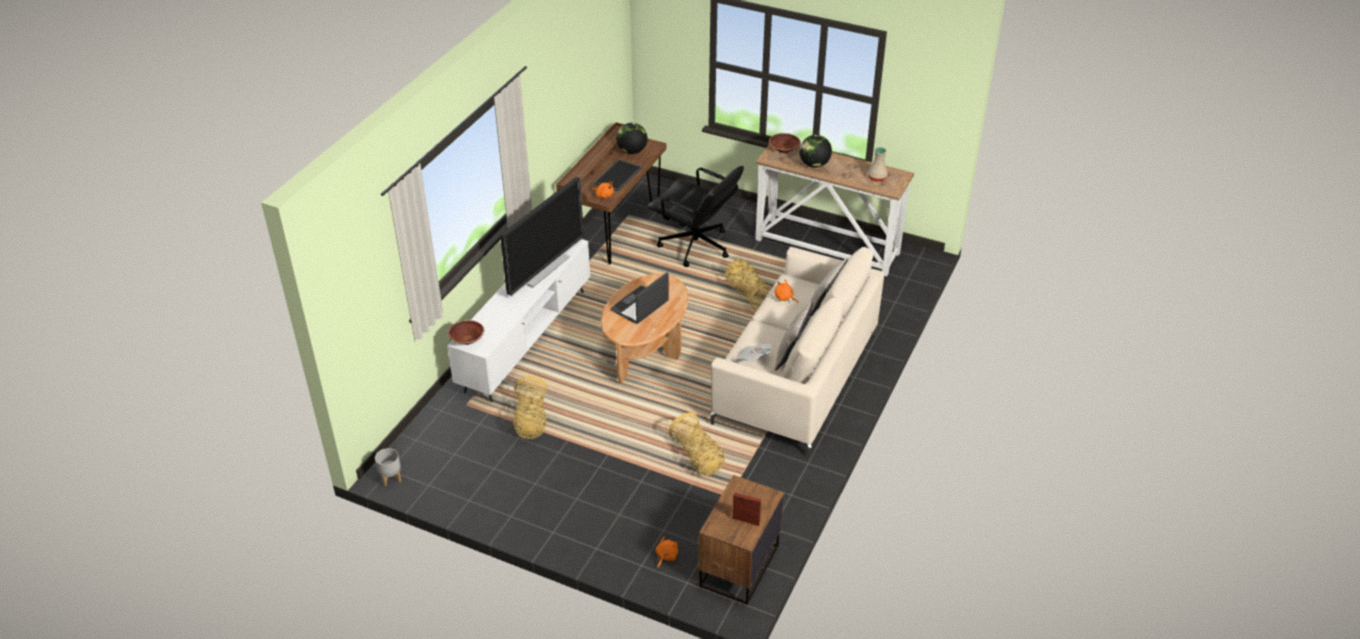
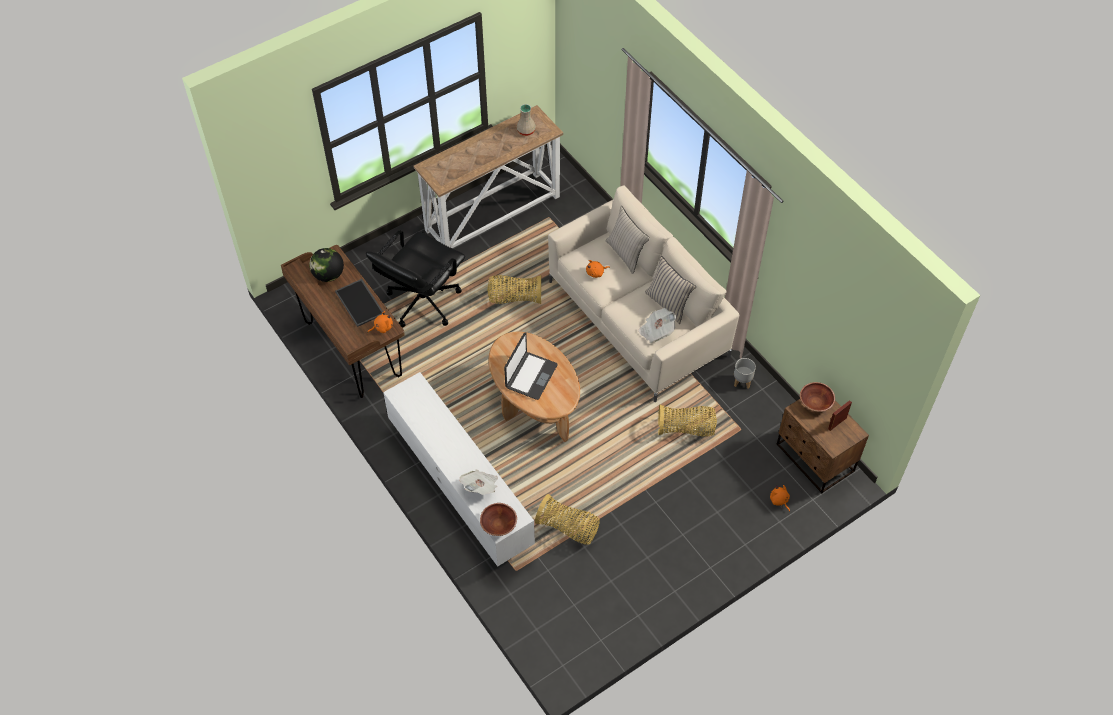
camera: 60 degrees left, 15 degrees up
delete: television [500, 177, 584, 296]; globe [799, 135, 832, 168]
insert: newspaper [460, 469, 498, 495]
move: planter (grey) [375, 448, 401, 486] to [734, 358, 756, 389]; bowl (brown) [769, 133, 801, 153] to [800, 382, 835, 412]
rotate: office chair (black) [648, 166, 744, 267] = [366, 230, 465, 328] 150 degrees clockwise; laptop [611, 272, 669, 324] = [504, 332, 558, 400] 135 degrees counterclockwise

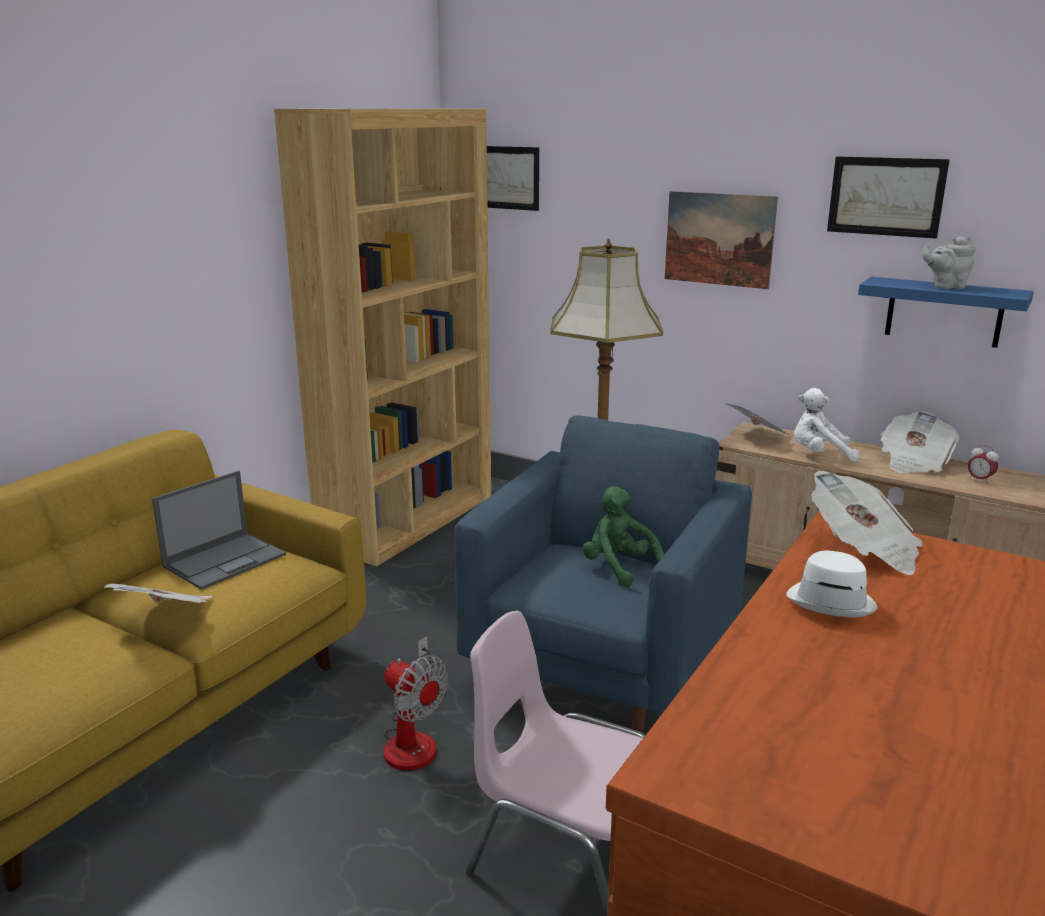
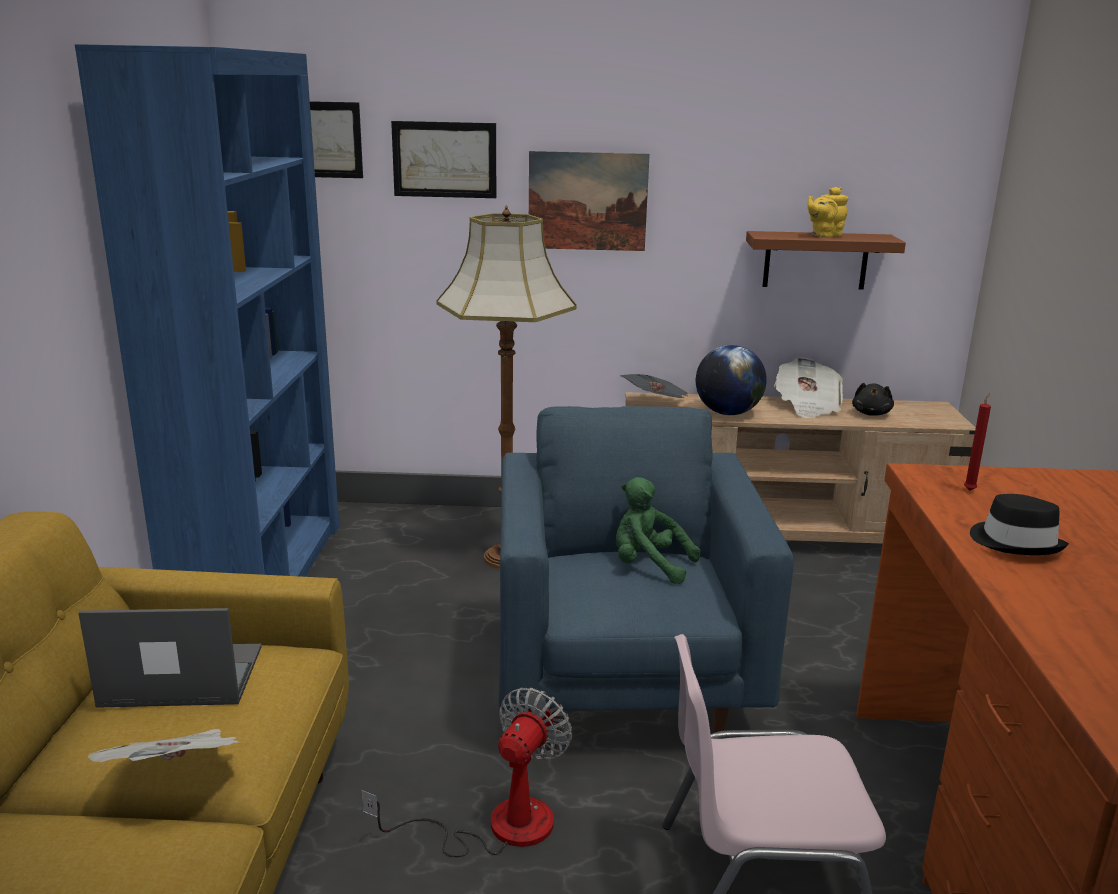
camera: 30 degrees left, 0 degrees up
move: picture [827, 156, 950, 239] to [391, 121, 496, 198]
replace: plush toy (white) [794, 388, 859, 462] to globe [696, 345, 767, 415]; alarm clock [968, 445, 999, 484] to plush toy (black) [852, 383, 894, 416]; newspaper [811, 471, 923, 575] to candle (red) [964, 393, 991, 491]
recolor: bookcase (brown) [274, 109, 491, 566] to bookcase (blue) [75, 44, 339, 577]; shelf (blue) [858, 277, 1034, 348] to shelf (brown) [746, 231, 906, 290]; teapot (grey) [922, 236, 976, 289] to teapot (yellow) [808, 187, 848, 238]; hat (white) [786, 551, 877, 617] to hat (black) [970, 494, 1069, 555]
rotate: laptop [152, 470, 286, 590] = [78, 608, 262, 708] 105 degrees counterclockwise; fan [383, 637, 448, 771] = [362, 688, 572, 857] 75 degrees counterclockwise

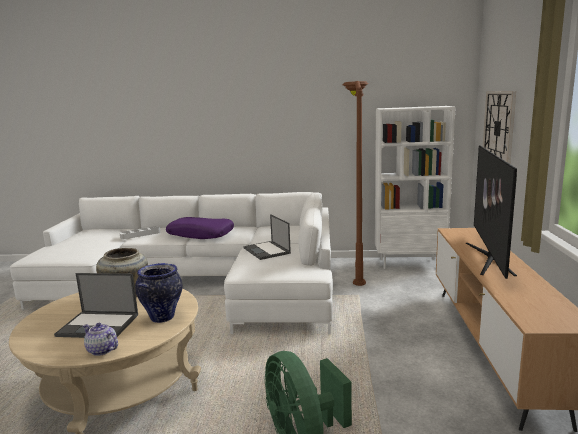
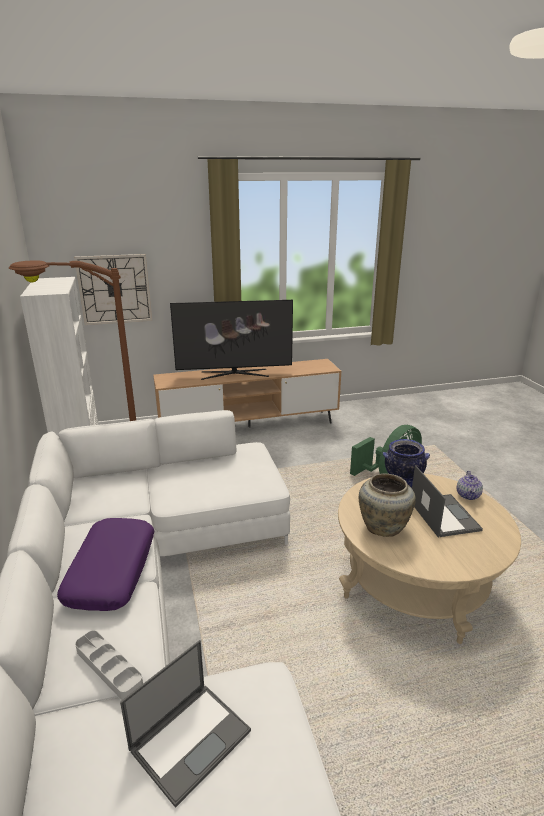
camera: 110 degrees left, 10 degrees up
move: laptop [243, 214, 291, 260] to [120, 640, 251, 808]

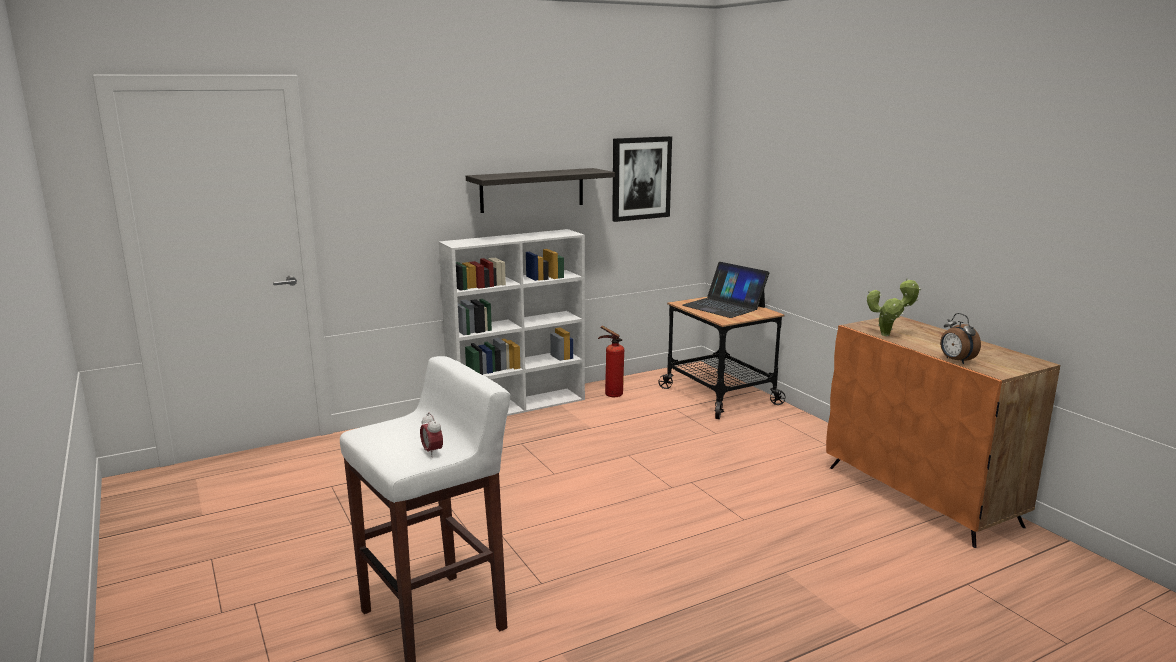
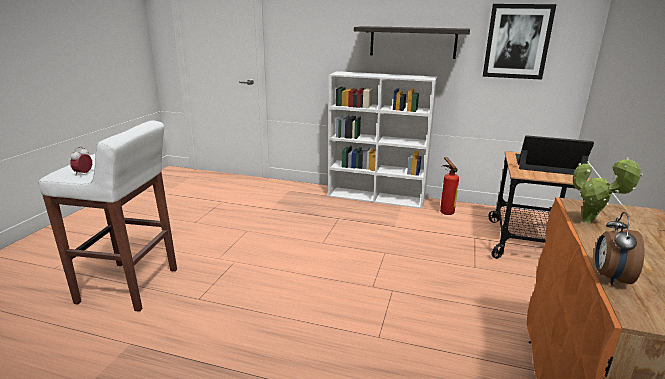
camera: 45 degrees right, 5 degrees up
rotate: laptop [682, 262, 769, 318] = [515, 135, 594, 175] 105 degrees clockwise

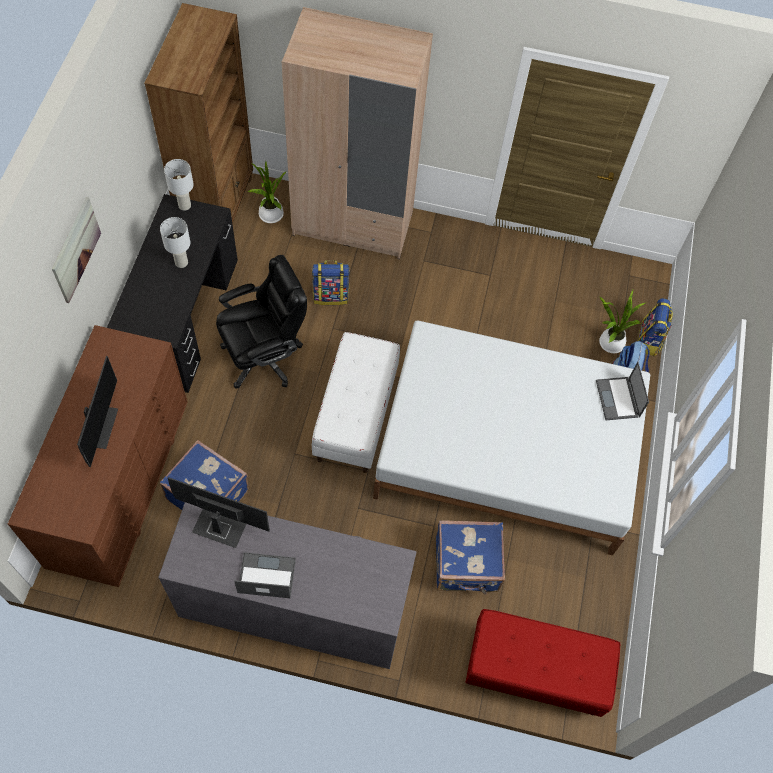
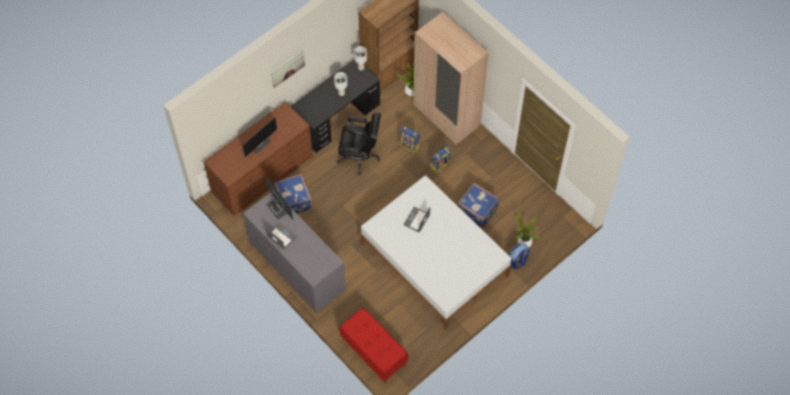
camera: 40 degrees right, 0 degrees up
delete: bench (white) [312, 332, 400, 473]
move: laptop [596, 362, 649, 421] to [403, 207, 430, 232]; backpack [637, 298, 673, 356] to [430, 145, 451, 174]; suitcase (blue) [436, 520, 505, 595] to [457, 183, 499, 228]

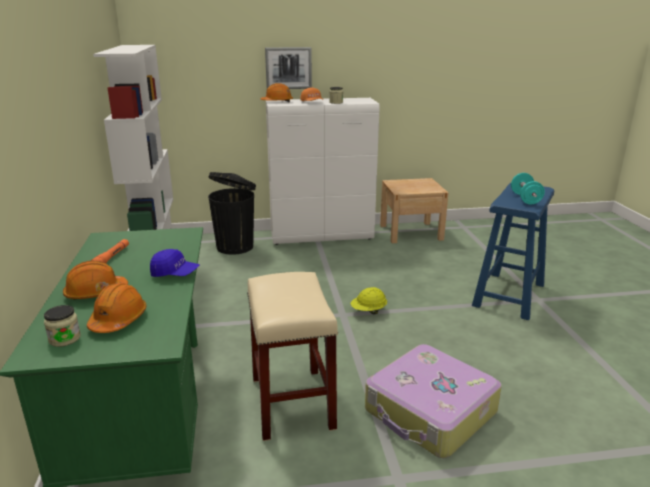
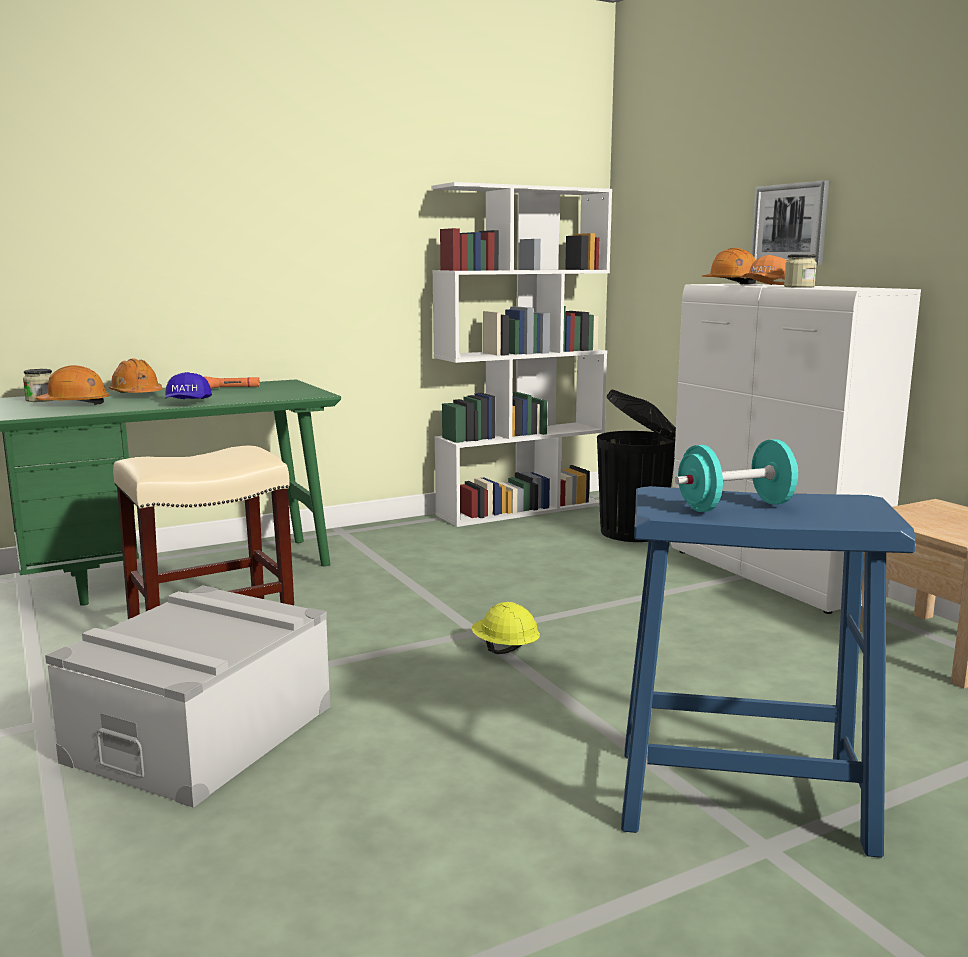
camera: 70 degrees right, 10 degrees down
replace: suitcase [365, 344, 502, 458] to storage box (grey) [45, 585, 330, 808]

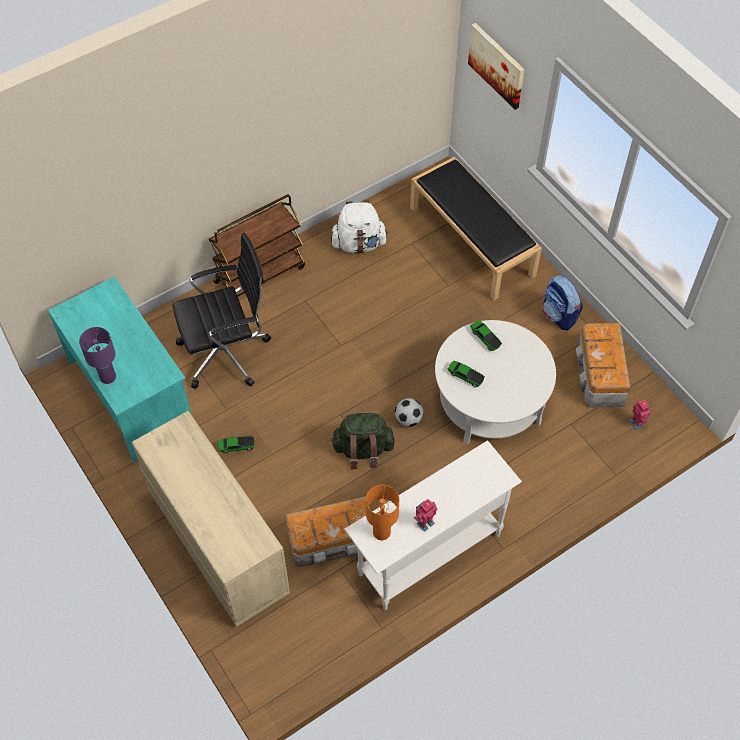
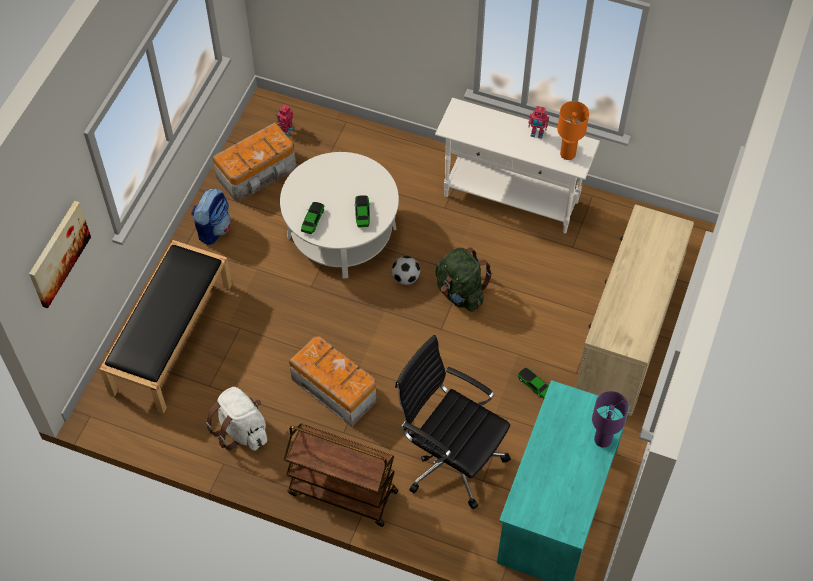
camera: 125 degrees left, 0 degrees up
move: storage box [285, 496, 370, 567] to [289, 336, 376, 427]

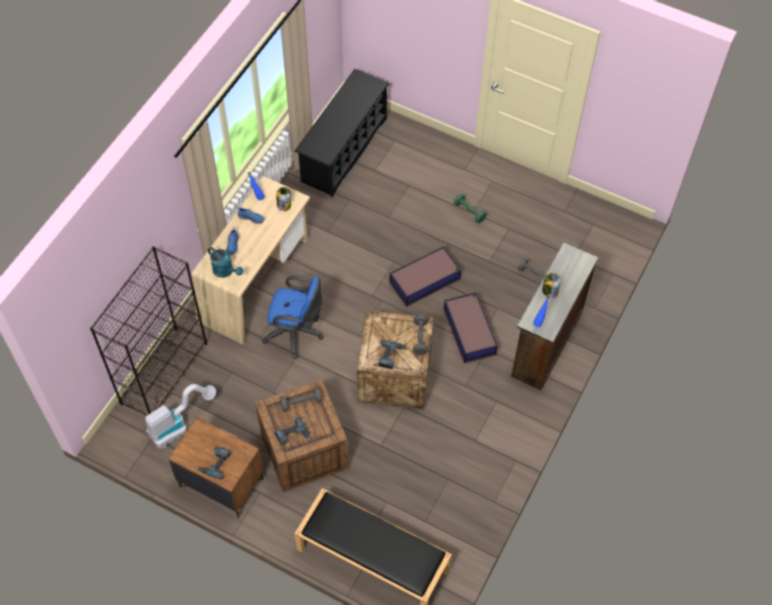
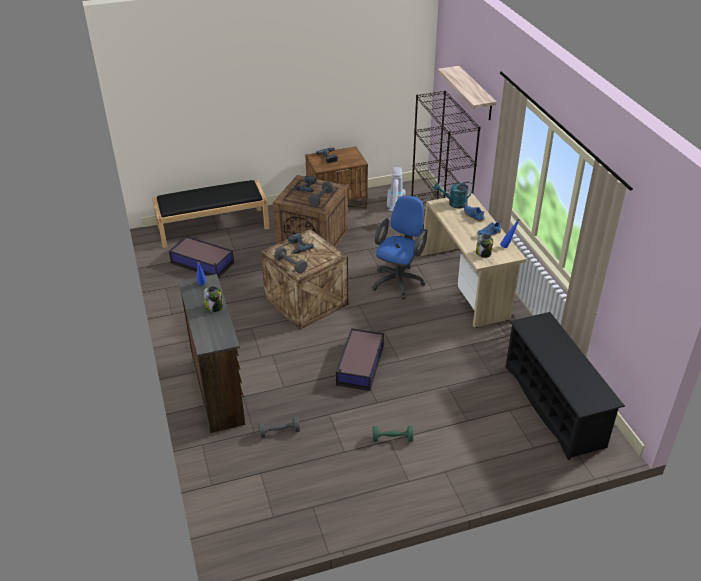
camera: 135 degrees right, 20 degrees down
insert: shelf [437, 66, 497, 120]
move: storage box [444, 292, 498, 363] to [169, 236, 234, 278]
rotate: office chair (blue) [262, 275, 324, 358] = [372, 196, 427, 299] 150 degrees clockwise

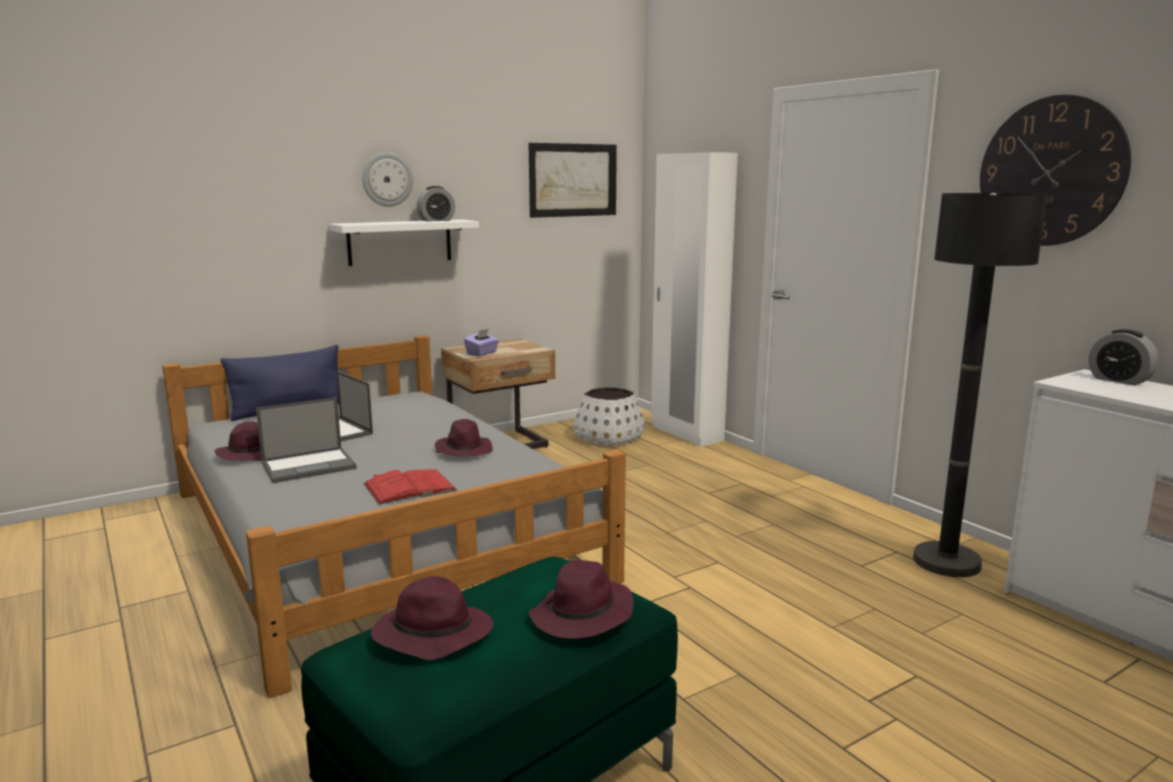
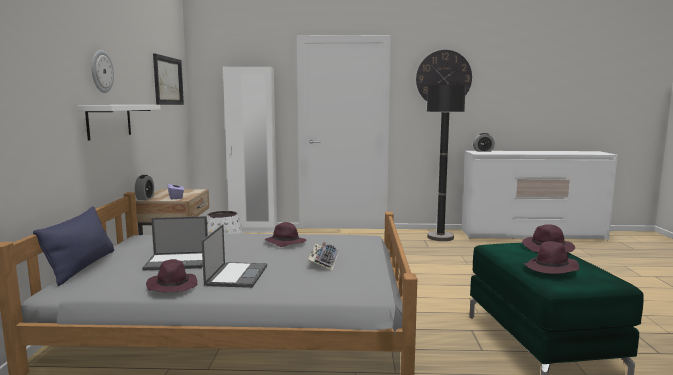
camera: 55 degrees left, 5 degrees down
move: alarm clock [416, 186, 455, 221] to [135, 175, 154, 200]
replace: book (red) [364, 469, 457, 505] to keyboard [308, 242, 338, 270]

